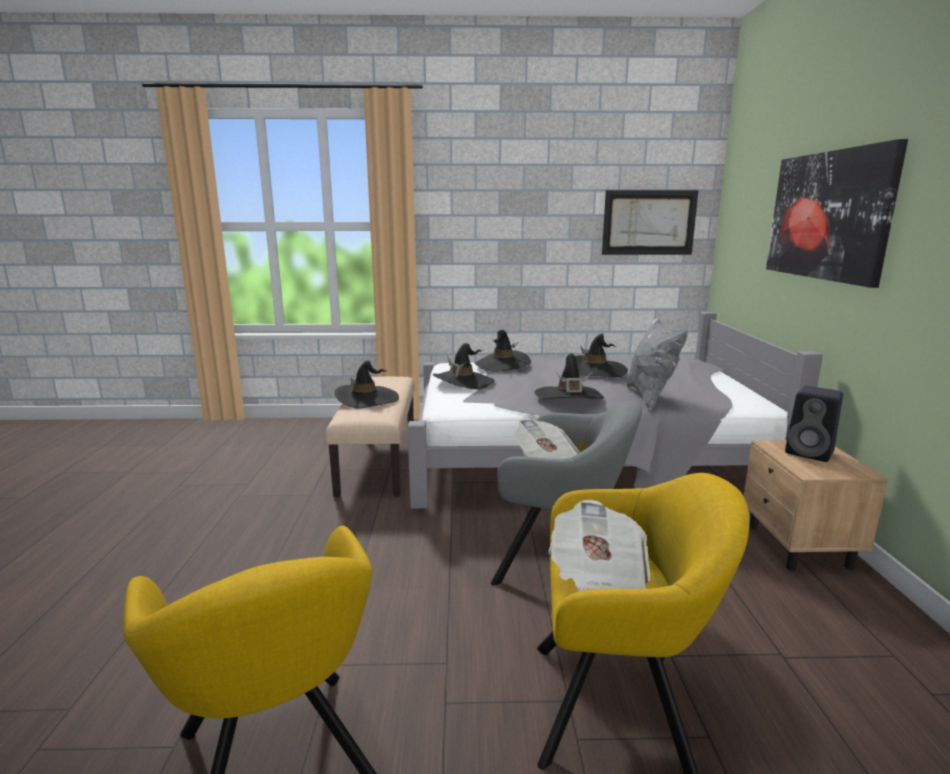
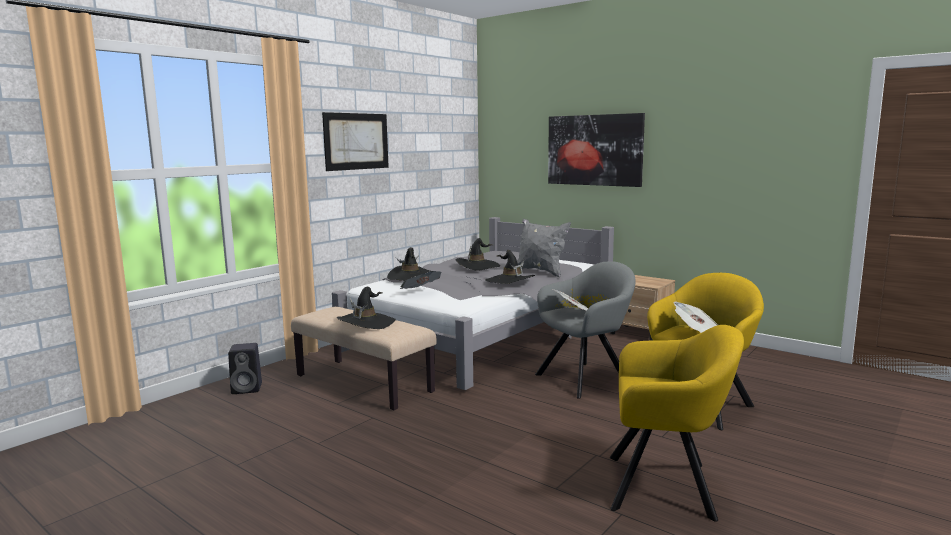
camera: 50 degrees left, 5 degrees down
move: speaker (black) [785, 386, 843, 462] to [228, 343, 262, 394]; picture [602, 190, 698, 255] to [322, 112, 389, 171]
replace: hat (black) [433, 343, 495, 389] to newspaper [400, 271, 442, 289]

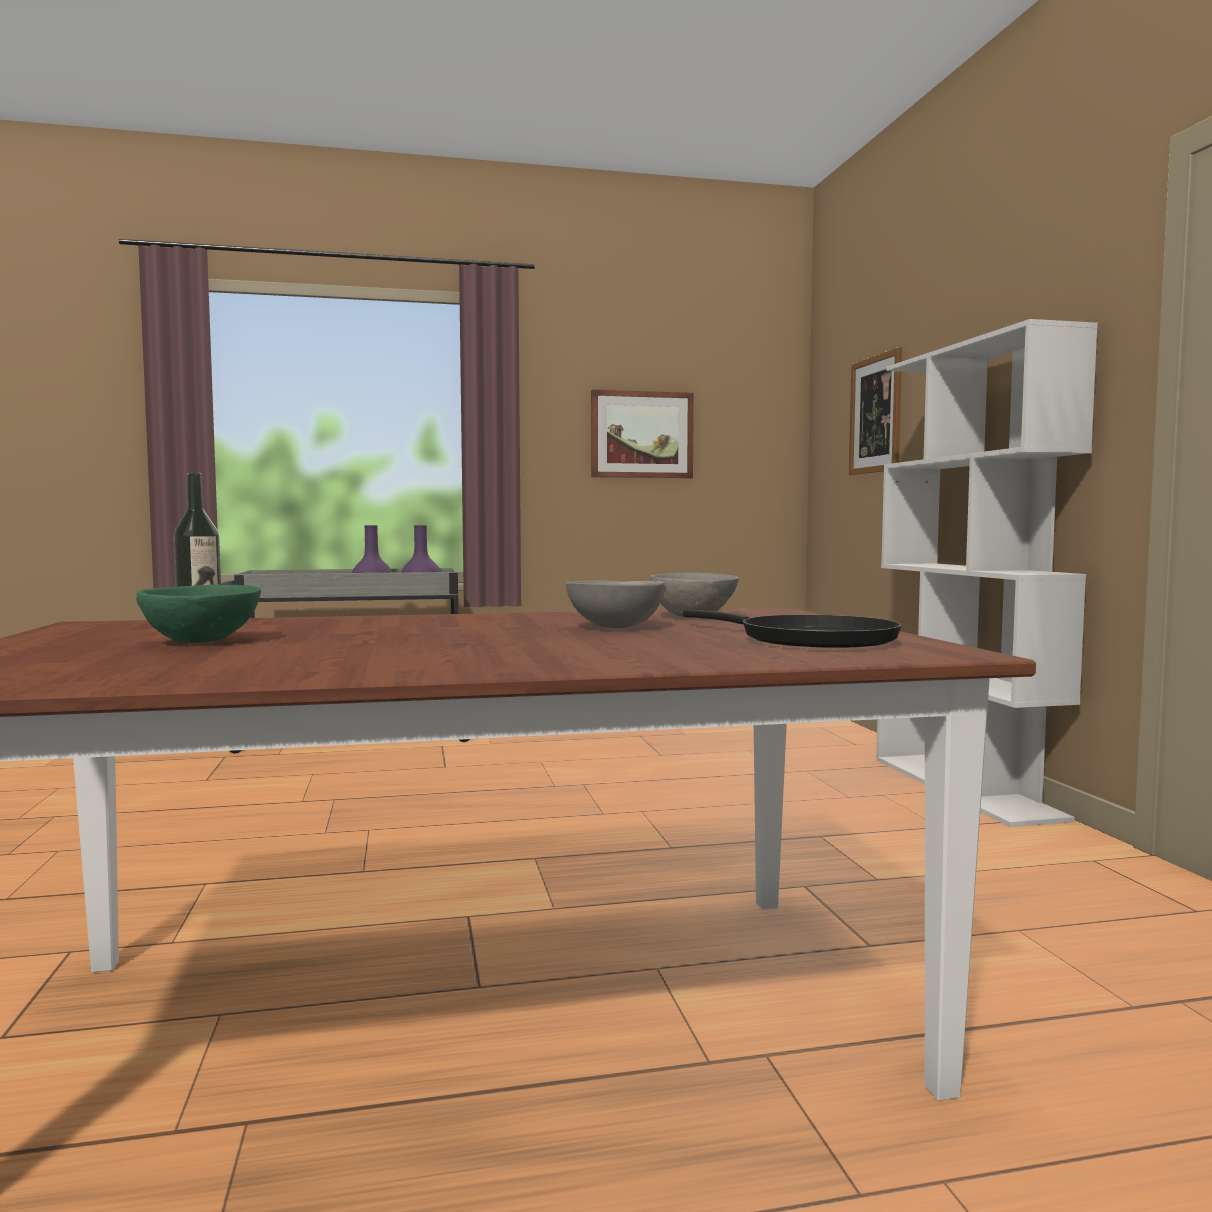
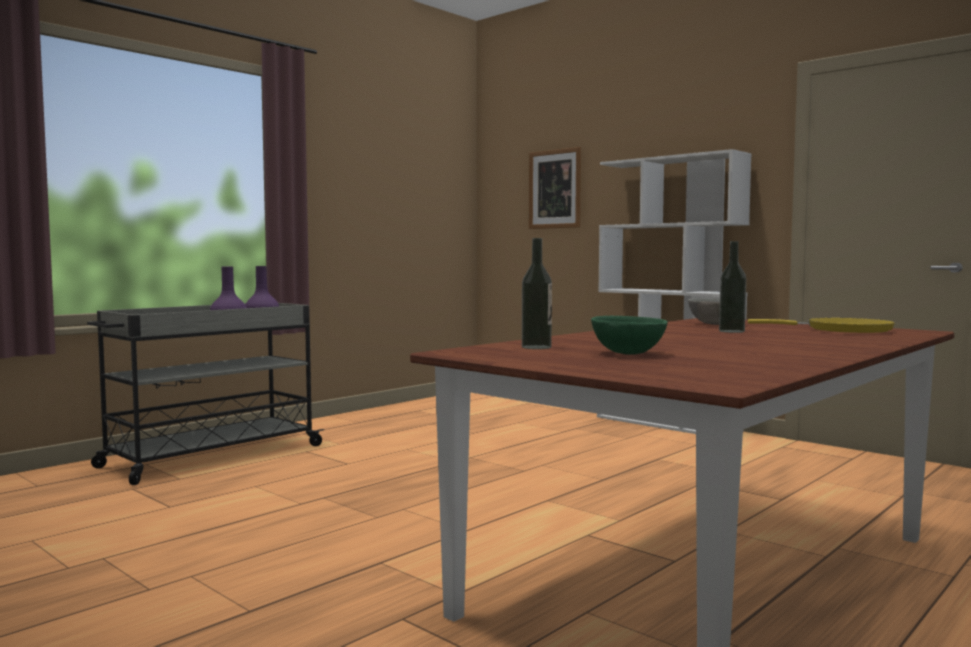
camera: 35 degrees left, 0 degrees up
delete: picture [591, 390, 694, 478]
replace: bowl (grey) [566, 581, 666, 628] to bottle [719, 241, 746, 333]
recolor: frying pan (black) [683, 610, 902, 648] to frying pan (yellow) [748, 318, 895, 333]

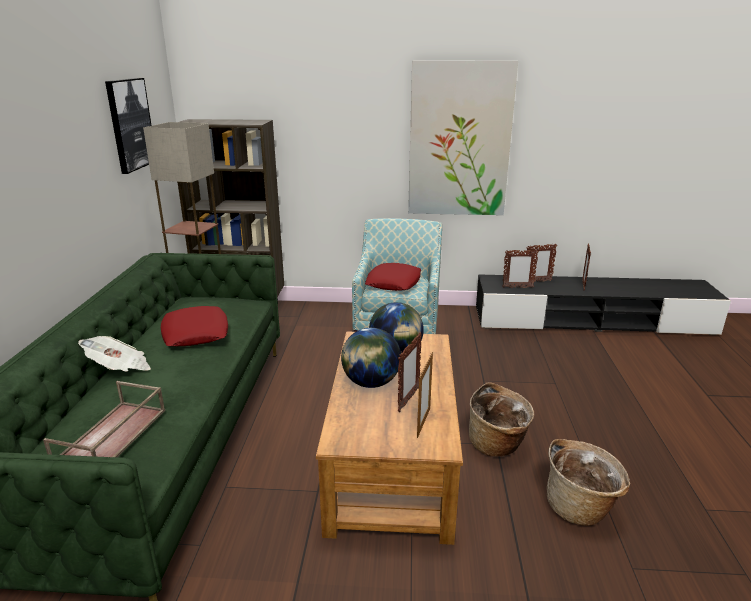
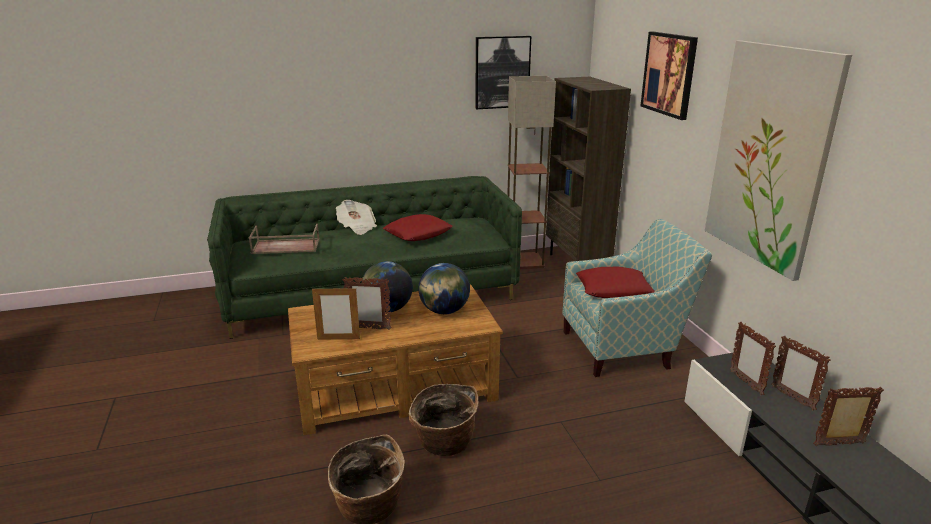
camera: 70 degrees right, 0 degrees up
insert: picture [640, 32, 698, 120]

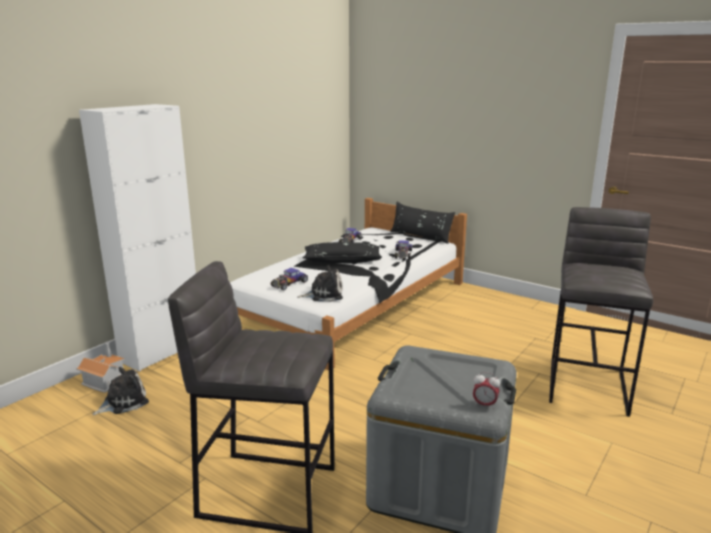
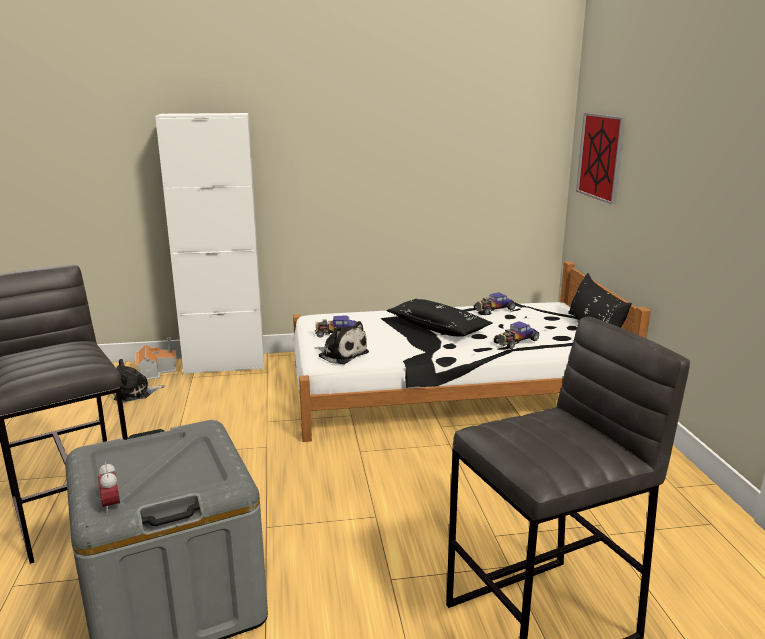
camera: 45 degrees right, 0 degrees up
insert: picture [576, 113, 626, 205]
rotate: plush toy [92, 367, 149, 415] = [113, 359, 165, 402] 150 degrees clockwise

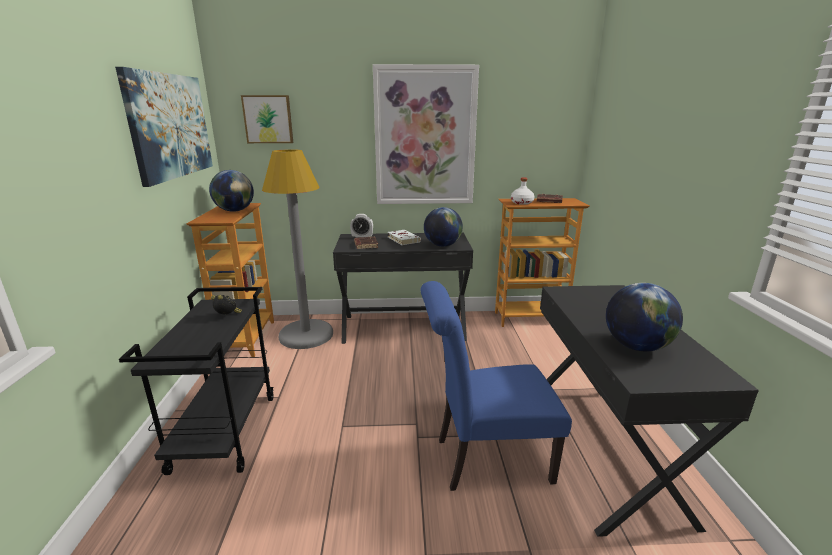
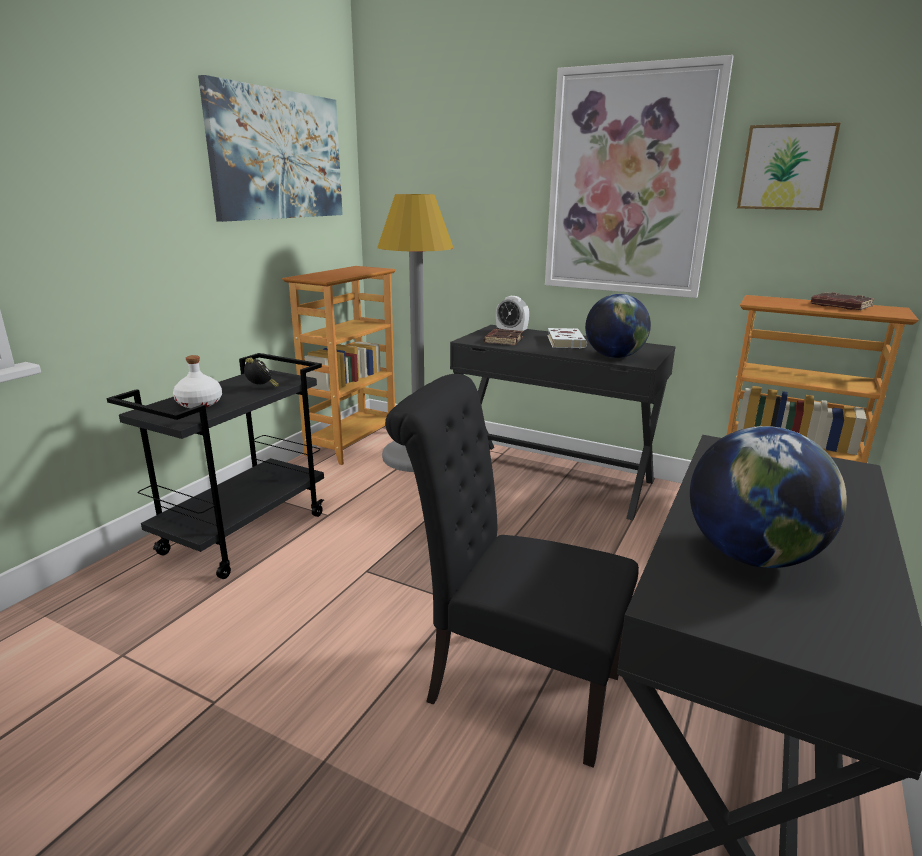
camera: 30 degrees right, 0 degrees up
delete: globe [209, 170, 254, 212]
move: bottle (white) [511, 178, 535, 205] to [173, 355, 222, 408]; picture [241, 95, 293, 143] to [737, 123, 841, 210]
recolor: chair (blue) [421, 281, 572, 491] to chair (black) [385, 374, 639, 768]

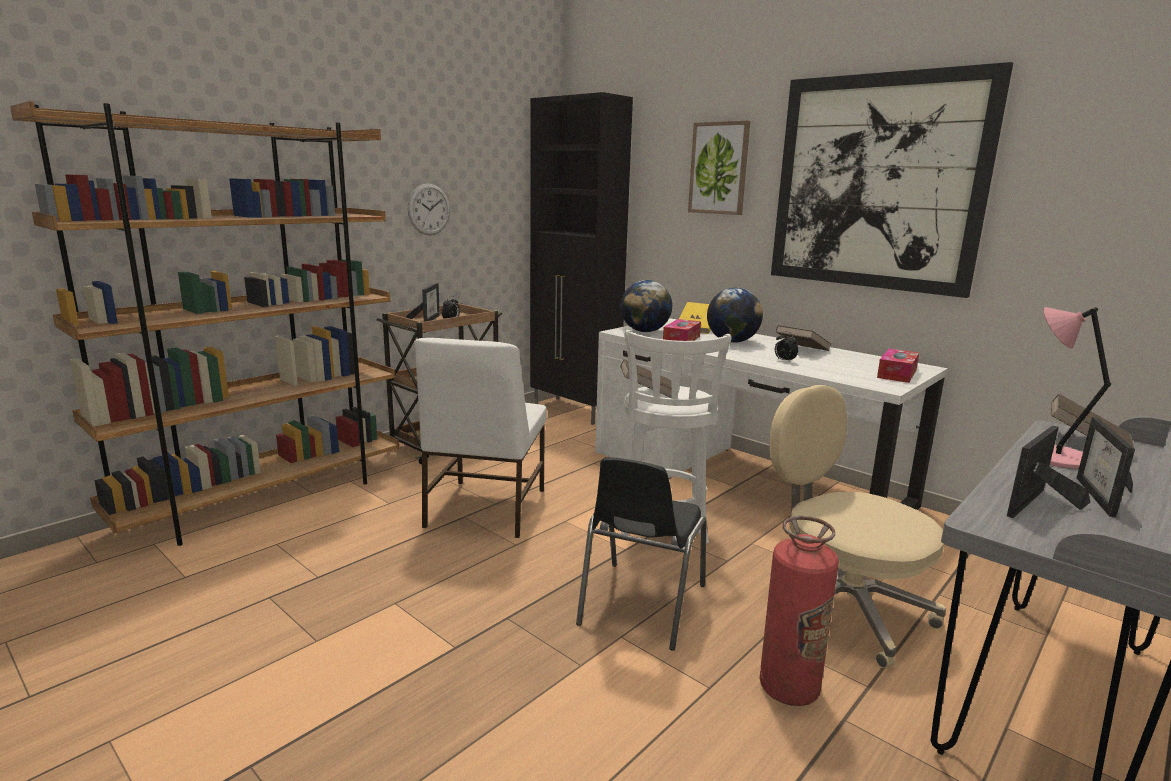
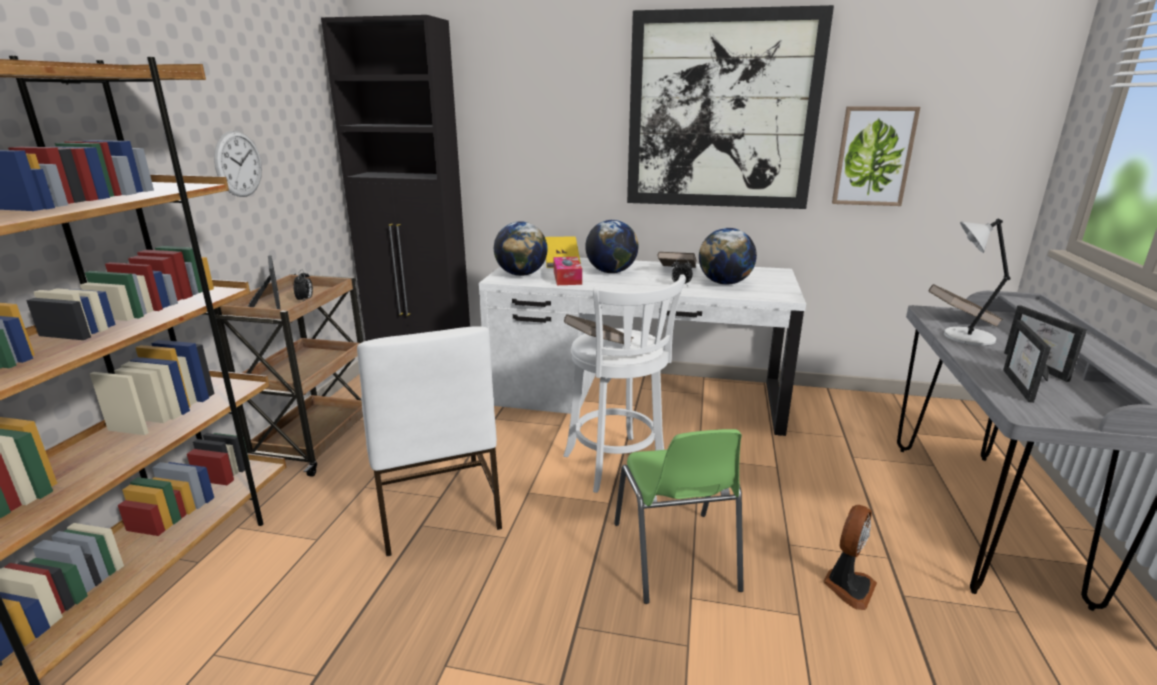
camera: 30 degrees left, 5 degrees up
delete: office chair (beige) [769, 385, 946, 668]; tissue box [877, 348, 919, 383]
insert: globe [699, 228, 757, 285]
move: picture [688, 121, 750, 215] to [832, 106, 920, 206]
replace: fire extinguisher [759, 516, 839, 706] to fan [823, 505, 877, 610]
recolor: chair (black) [576, 457, 707, 651] to chair (green) [614, 429, 744, 604]; table lamp (pink) [1044, 307, 1111, 469] to table lamp (grey) [944, 218, 1011, 346]

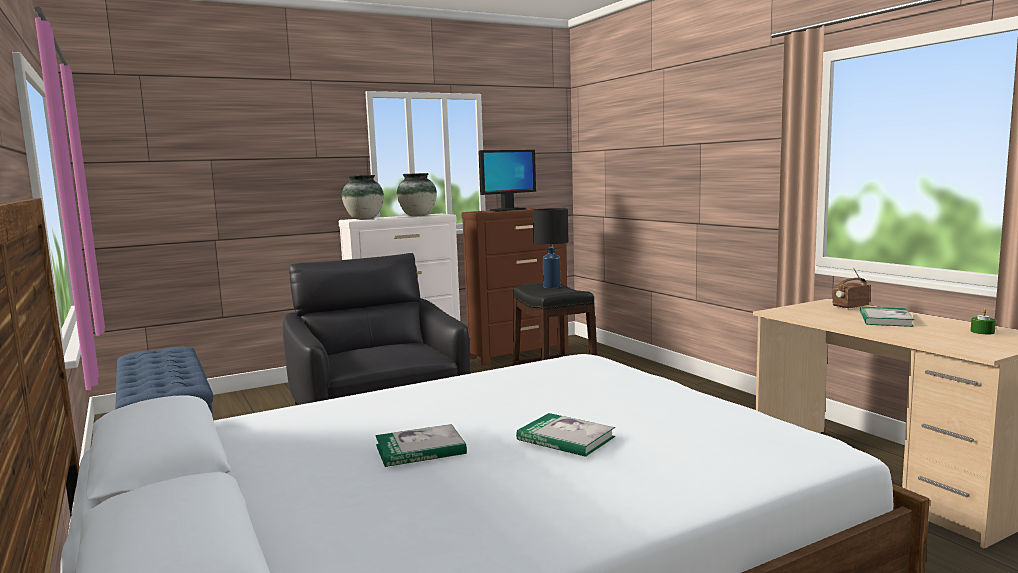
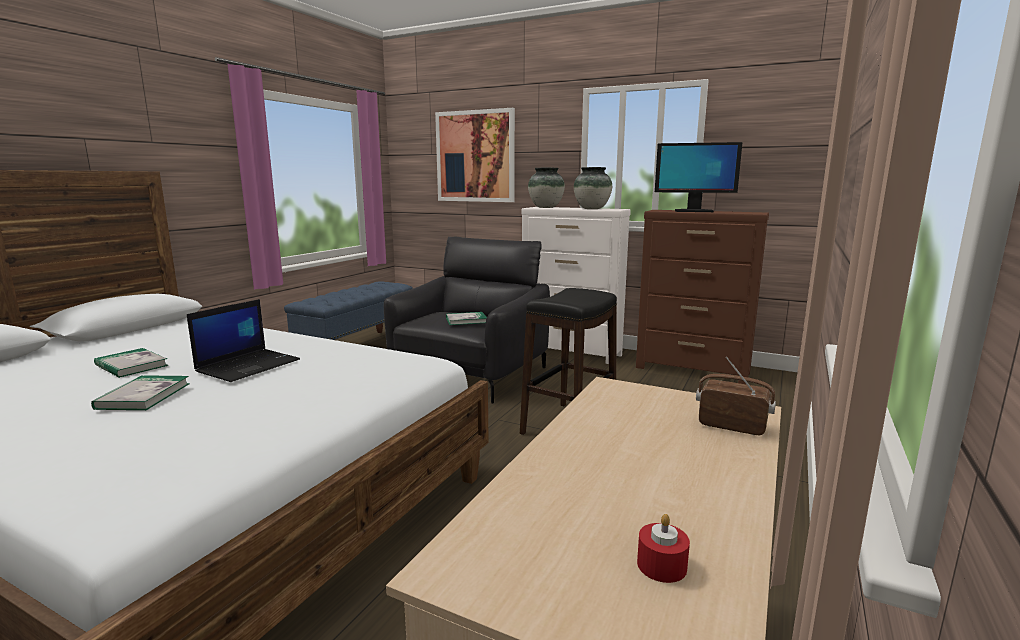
camera: 55 degrees right, 5 degrees up
delete: table lamp (black) [533, 208, 568, 288]
insert: laptop [187, 299, 300, 382]; picture [435, 108, 515, 202]
move: book [860, 307, 914, 327] to [446, 312, 487, 325]
recolor: candle (green) [971, 308, 996, 335] to candle (red) [637, 514, 690, 583]

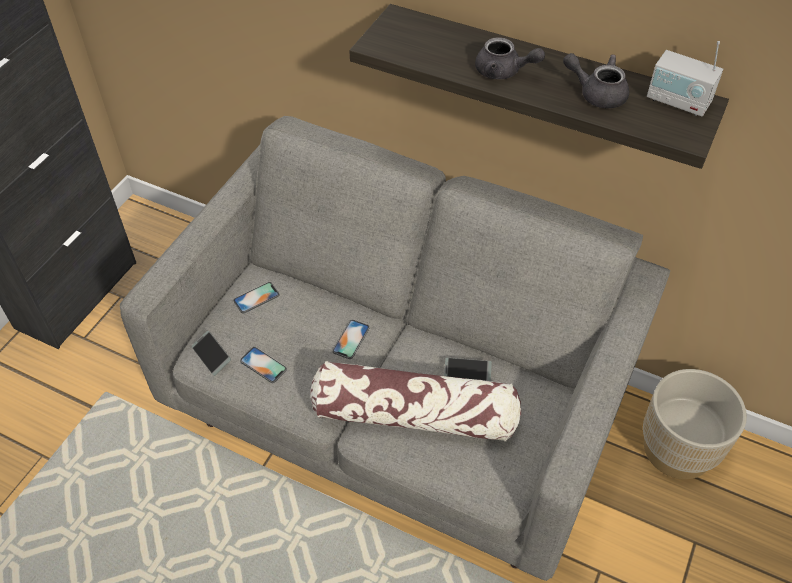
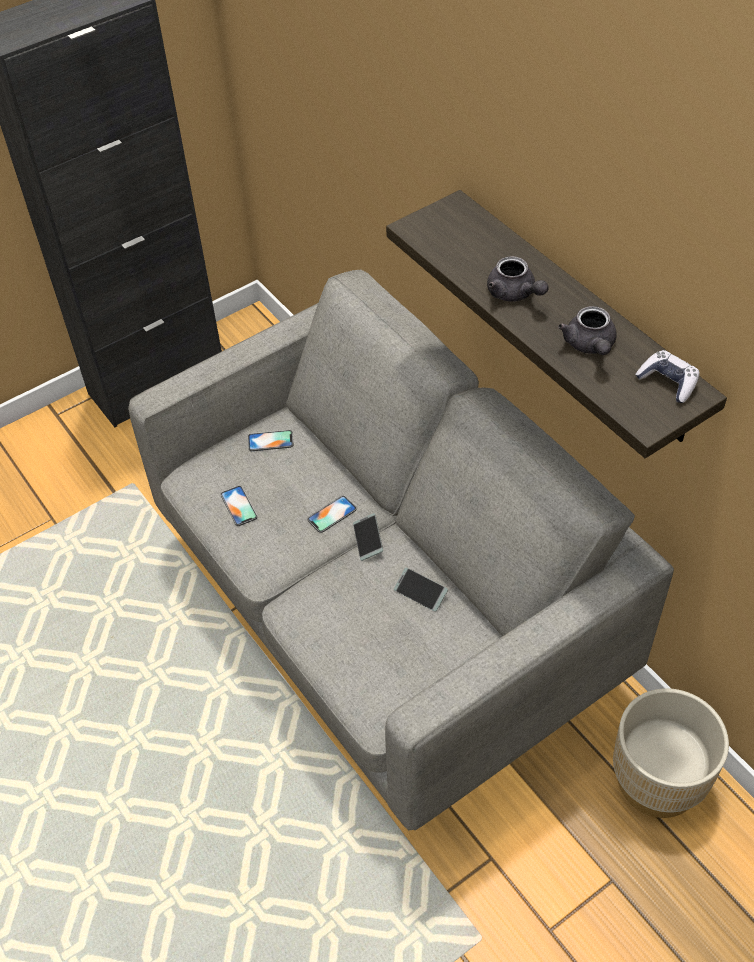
camera: 30 degrees right, 0 degrees up
delete: pillow [310, 361, 521, 442]
move: phone [192, 331, 231, 376] to [353, 513, 383, 561]
replace: radio [647, 41, 723, 116] to game controller [635, 350, 700, 403]
rotate: teapot (grey) [563, 53, 629, 108] = [558, 306, 617, 355] 150 degrees counterclockwise

